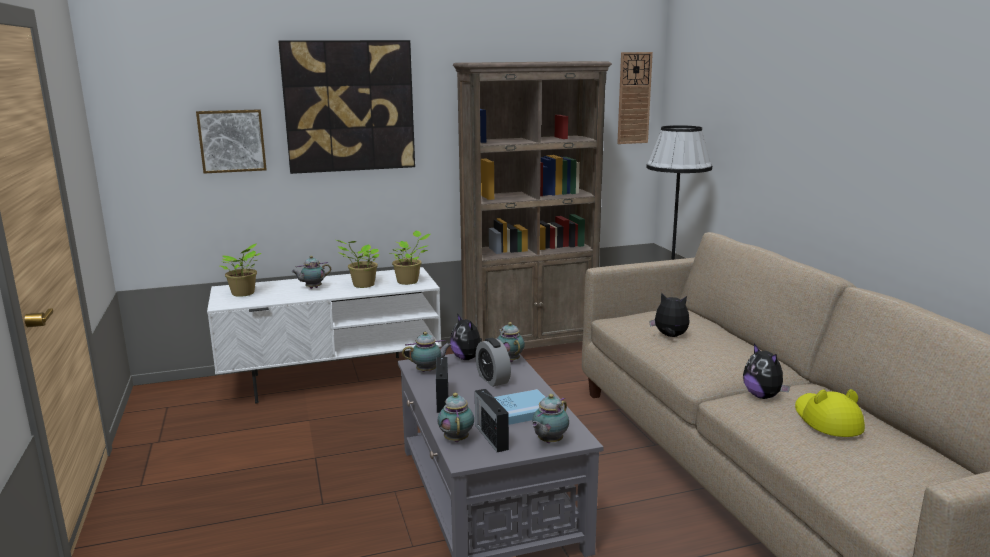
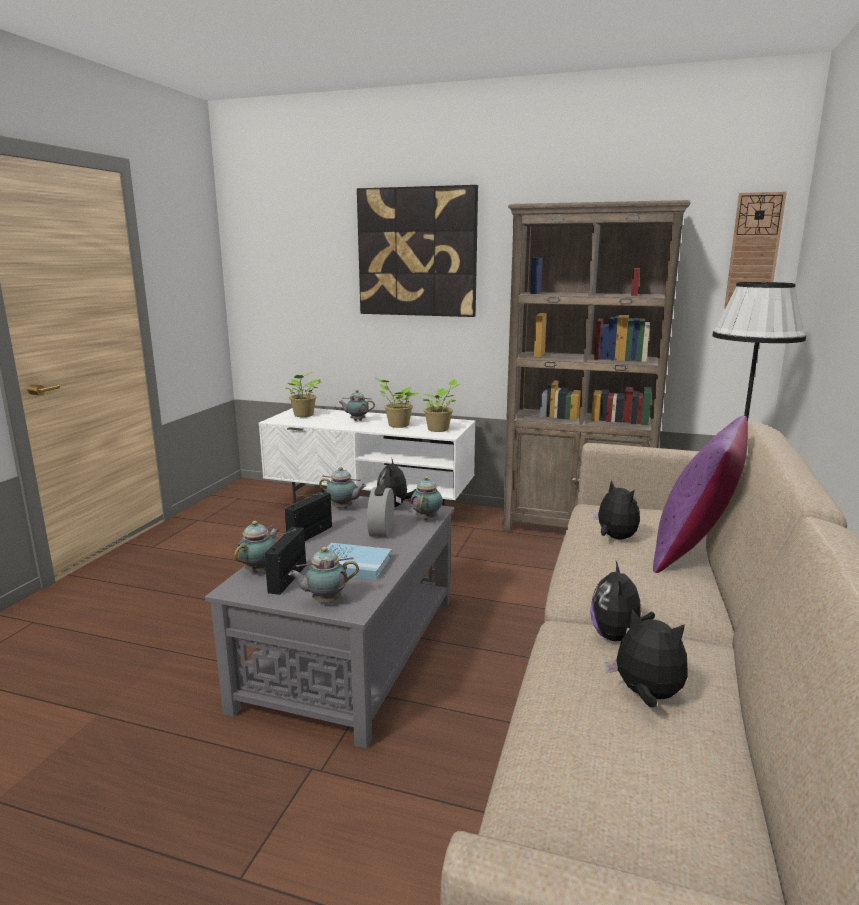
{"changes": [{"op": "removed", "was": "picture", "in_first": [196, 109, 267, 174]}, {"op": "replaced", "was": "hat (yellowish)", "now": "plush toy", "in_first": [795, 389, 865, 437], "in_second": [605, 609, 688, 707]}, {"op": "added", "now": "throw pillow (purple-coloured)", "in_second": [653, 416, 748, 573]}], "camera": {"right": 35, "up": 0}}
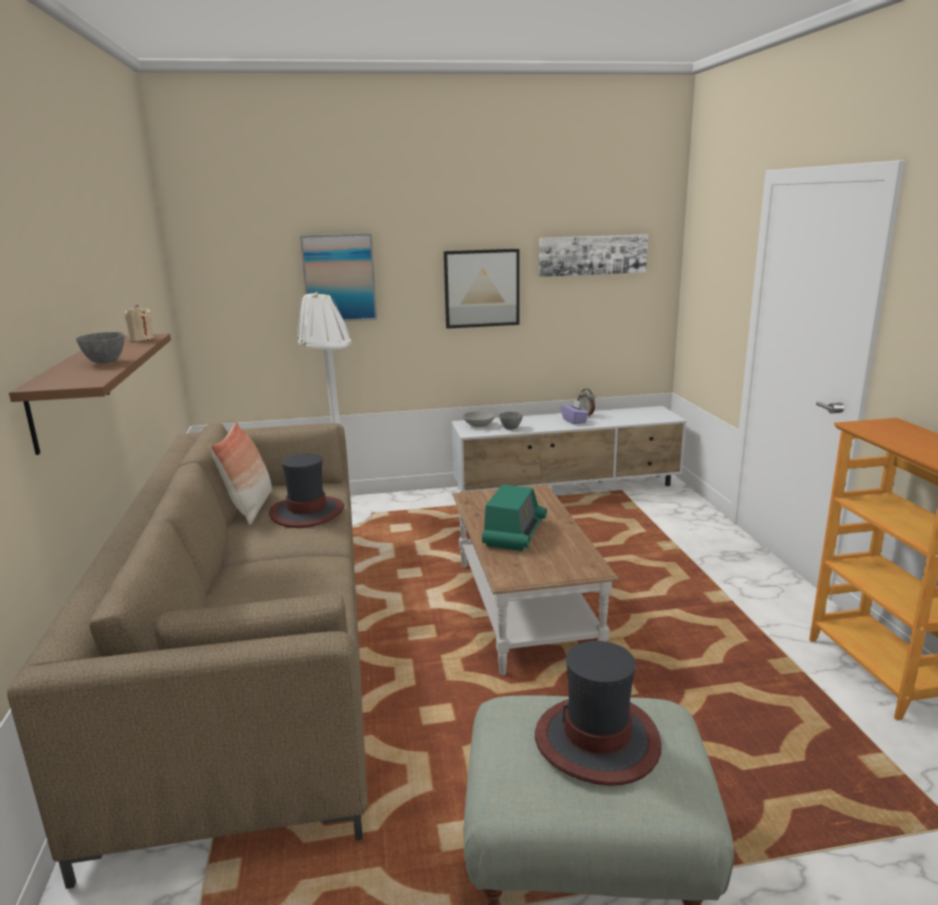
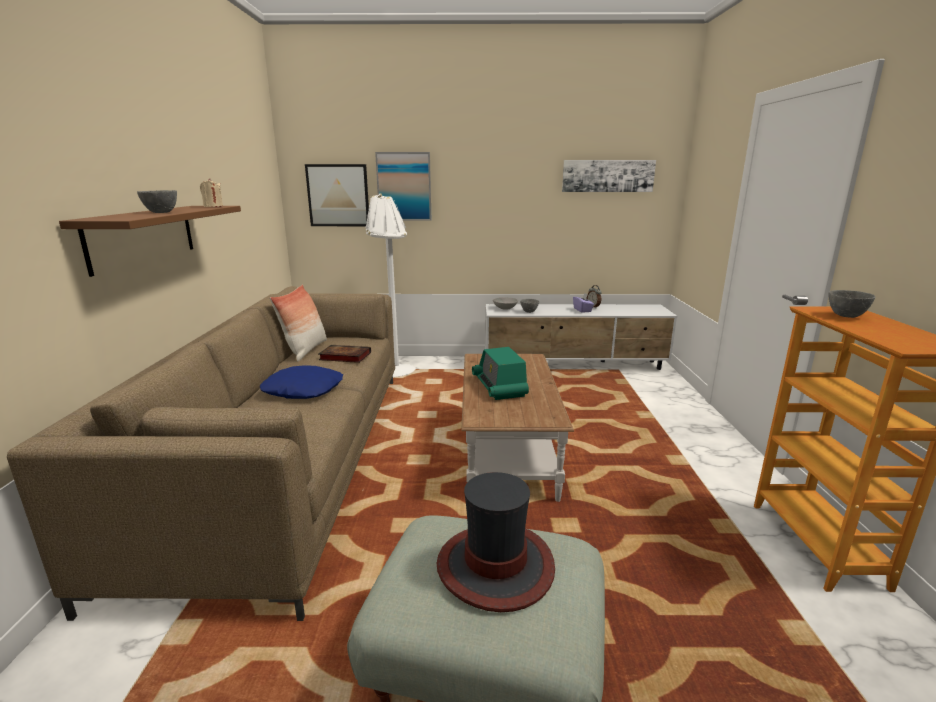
{"changes": [{"op": "moved", "was": "picture", "in_first": [444, 249, 520, 329], "in_second": [305, 164, 369, 226]}, {"op": "replaced", "was": "hat", "now": "volume", "in_first": [269, 454, 344, 528], "in_second": [319, 345, 371, 363]}, {"op": "turned", "was": "radio set", "in_first": [482, 484, 547, 551], "in_second": [472, 347, 529, 400], "clockwise": 135}, {"op": "added", "now": "serving bowl (greyish)", "in_second": [828, 290, 875, 318]}, {"op": "added", "now": "throw pillow (blue-coloured)", "in_second": [260, 366, 343, 399]}], "camera": {"right": 10, "up": 0}}
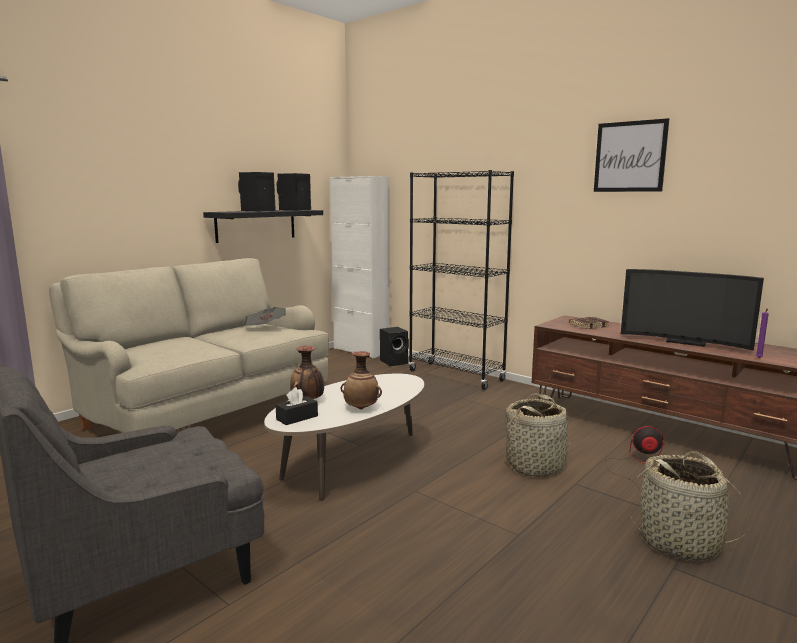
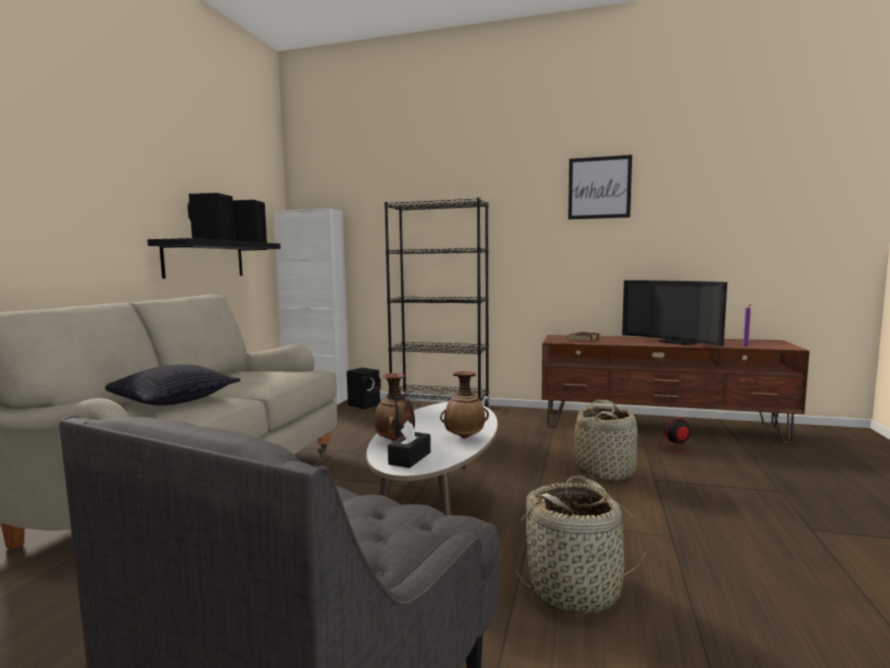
{"changes": [{"op": "turned", "was": "TV", "in_first": [621, 269, 764, 351], "in_second": [622, 280, 727, 346], "clockwise": 45}, {"op": "removed", "was": "printed paper", "in_first": [243, 307, 286, 326]}, {"op": "moved", "was": "household basket", "in_first": [630, 451, 752, 561], "in_second": [516, 475, 646, 614]}, {"op": "added", "now": "throw pillow", "in_second": [105, 364, 241, 405]}], "camera": {"right": -25, "up": -5}}
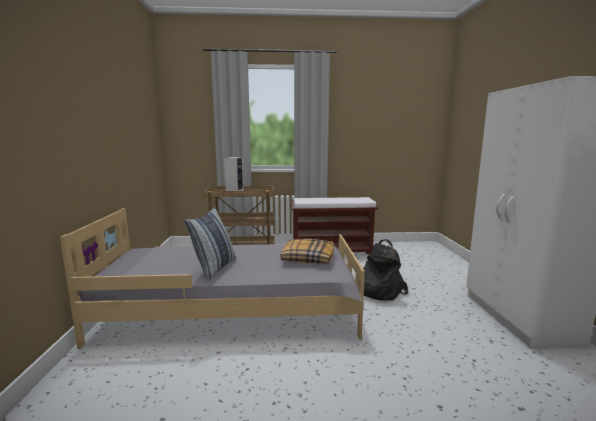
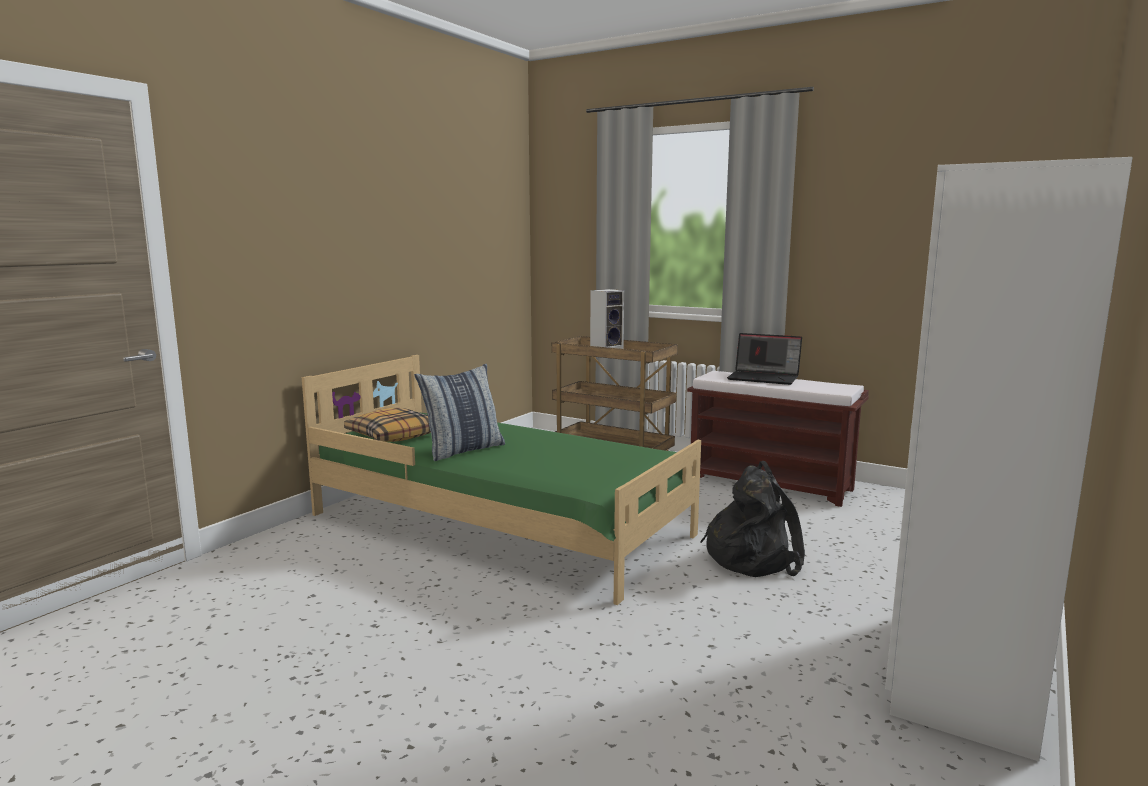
{"changes": [{"op": "recoloured", "was": "bedroom bed (greyish)", "now": "bedroom bed (green-coloured)", "in_first": [60, 208, 365, 349], "in_second": [302, 355, 701, 605]}, {"op": "moved", "was": "throw pillow", "in_first": [280, 239, 334, 264], "in_second": [344, 408, 431, 442]}, {"op": "added", "now": "portable computer", "in_second": [727, 333, 802, 385]}], "camera": {"right": 35, "up": 0}}
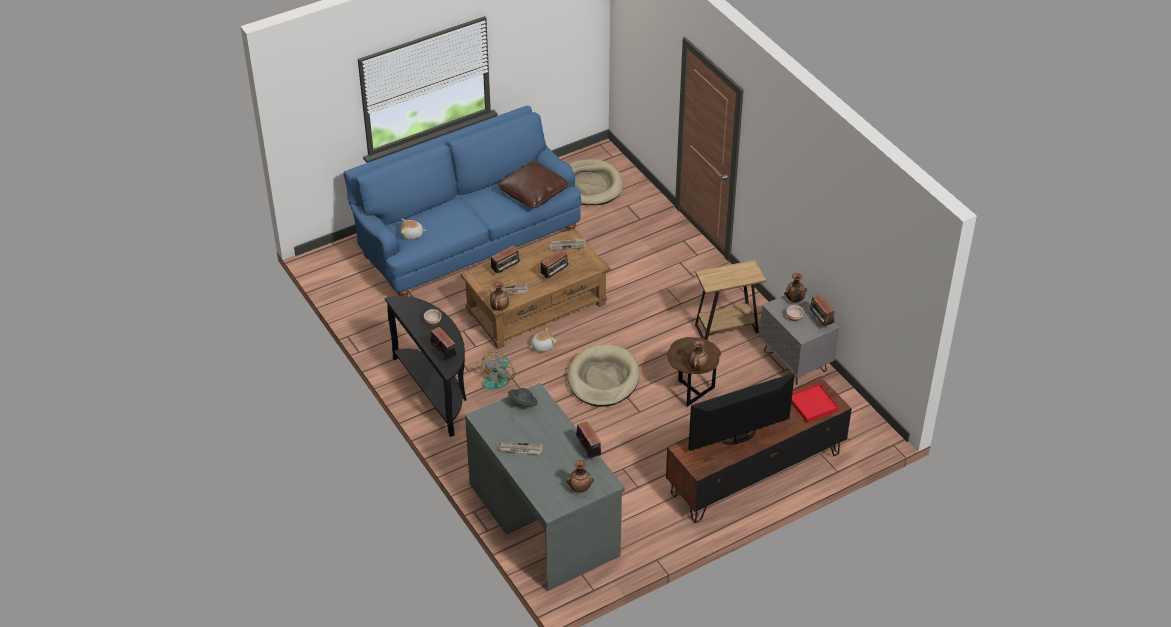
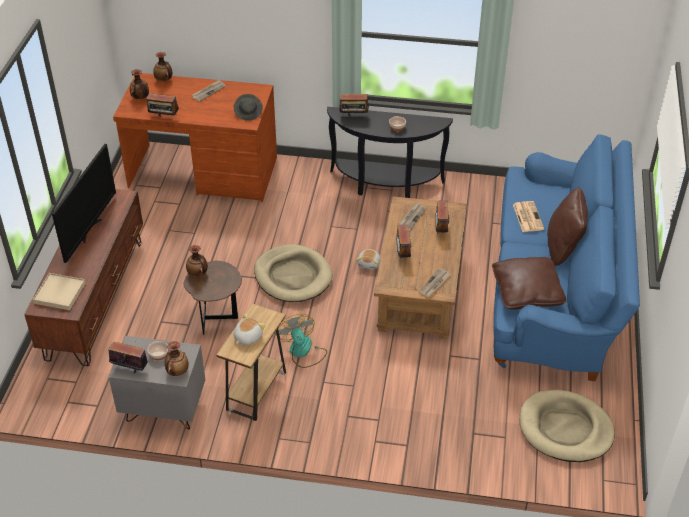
{"changes": [{"op": "moved", "was": "plush toy", "in_first": [401, 219, 427, 240], "in_second": [234, 313, 265, 345]}, {"op": "moved", "was": "decorative vase", "in_first": [490, 282, 509, 311], "in_second": [153, 52, 172, 81]}, {"op": "moved", "was": "cooling fan", "in_first": [481, 352, 515, 389], "in_second": [276, 314, 327, 368]}, {"op": "recoloured", "was": "desk unit (greyish)", "now": "desk unit (brown-coloured)", "in_first": [465, 383, 625, 591], "in_second": [113, 73, 277, 202]}, {"op": "recoloured", "was": "carrying tray (red-coloured)", "now": "carrying tray (sand-coloured)", "in_first": [791, 384, 838, 423], "in_second": [32, 273, 86, 310]}, {"op": "added", "now": "throw pillow (brown-coloured)", "in_second": [547, 187, 588, 266]}, {"op": "added", "now": "printed paper", "in_second": [513, 201, 544, 232]}], "camera": {"right": 130, "up": 0}}
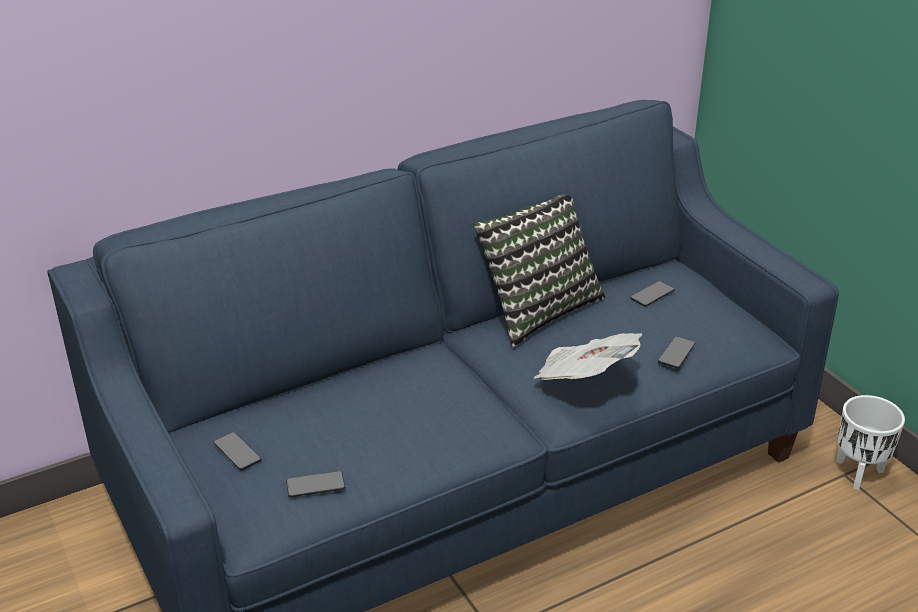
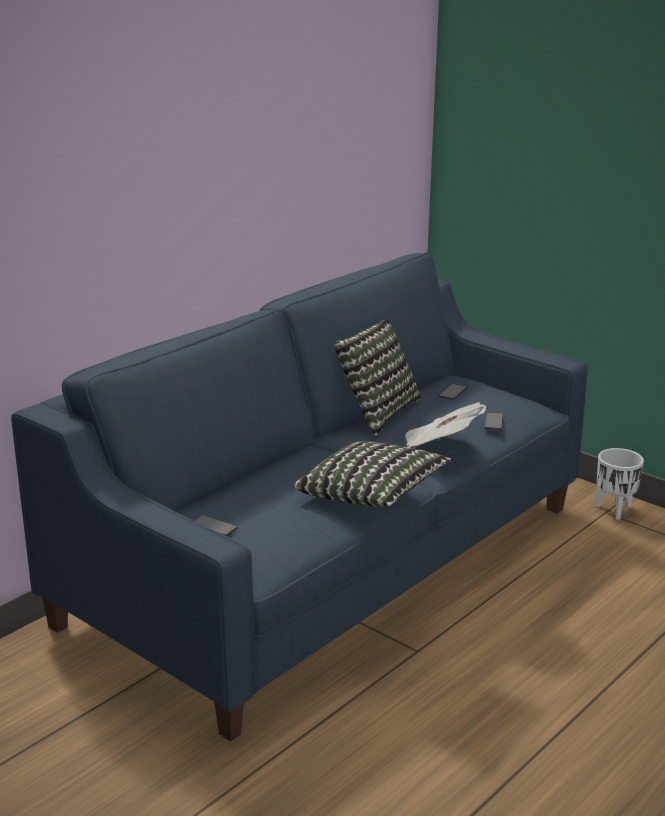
{"changes": [{"op": "removed", "was": "telephone", "in_first": [286, 471, 345, 497]}, {"op": "added", "now": "throw pillow", "in_second": [293, 441, 451, 507]}], "camera": {"right": -20, "up": -10}}
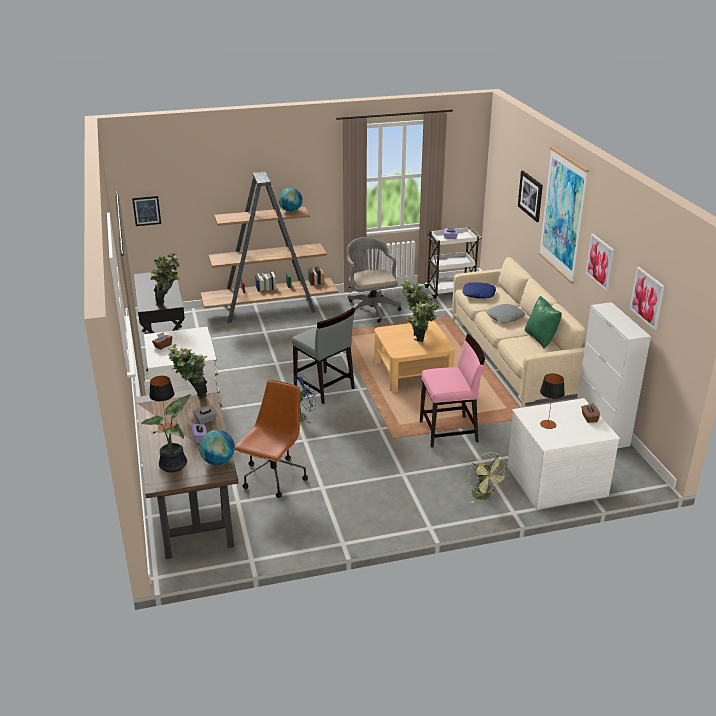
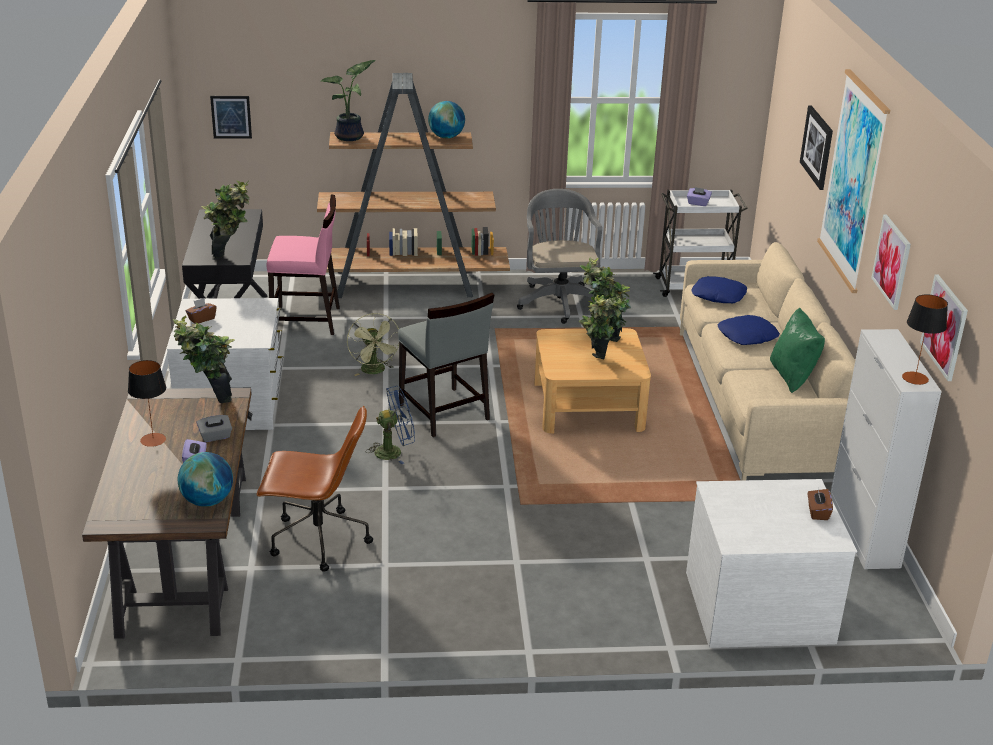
{"changes": [{"op": "recoloured", "was": "throw pillow (greyish)", "now": "throw pillow (blue-coloured)", "in_first": [486, 304, 525, 323], "in_second": [718, 315, 780, 345]}, {"op": "moved", "was": "upright chair (pinkish)", "in_first": [420, 334, 485, 448], "in_second": [266, 194, 340, 335]}, {"op": "moved", "was": "lamp for a table", "in_first": [540, 374, 565, 429], "in_second": [902, 294, 948, 385]}, {"op": "turned", "was": "desk chair (brown-coloured)", "in_first": [235, 380, 308, 498], "in_second": [256, 406, 373, 572], "clockwise": 60}, {"op": "moved", "was": "plant in a pot", "in_first": [141, 394, 192, 472], "in_second": [321, 60, 376, 141]}, {"op": "moved", "was": "cooling fan (green-coloured)", "in_first": [468, 452, 509, 504], "in_second": [347, 313, 399, 376]}], "camera": {"right": 10, "up": 0}}
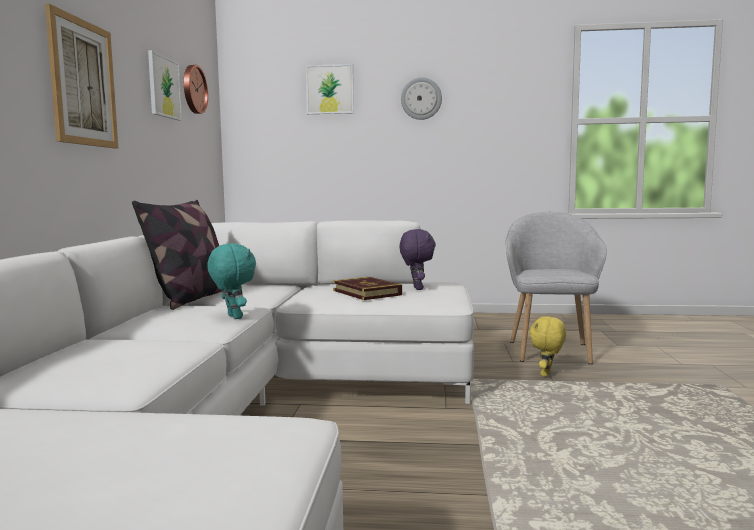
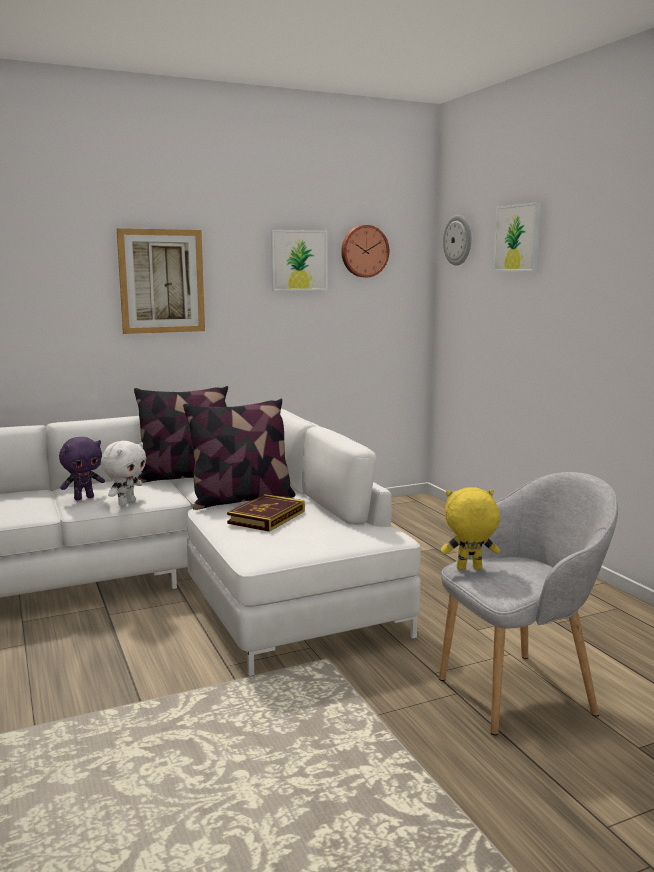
{"changes": [{"op": "moved", "was": "hanging clock", "in_first": [401, 77, 442, 120], "in_second": [443, 215, 471, 266]}, {"op": "moved", "was": "plush toy (purple-coloured)", "in_first": [400, 229, 436, 290], "in_second": [59, 437, 105, 500]}, {"op": "recoloured", "was": "plush toy (blue-green)", "now": "plush toy (whitish)", "in_first": [207, 243, 256, 319], "in_second": [101, 441, 146, 506]}, {"op": "moved", "was": "plush toy (yellowish)", "in_first": [529, 317, 566, 377], "in_second": [441, 487, 500, 570]}, {"op": "added", "now": "throw pillow", "in_second": [183, 399, 296, 510]}], "camera": {"right": 60, "up": 5}}
